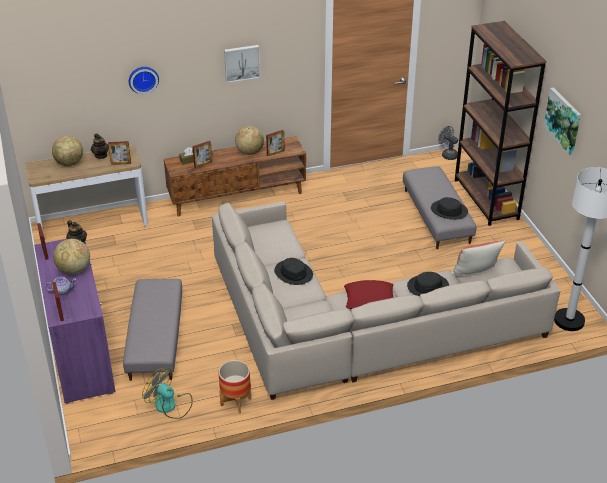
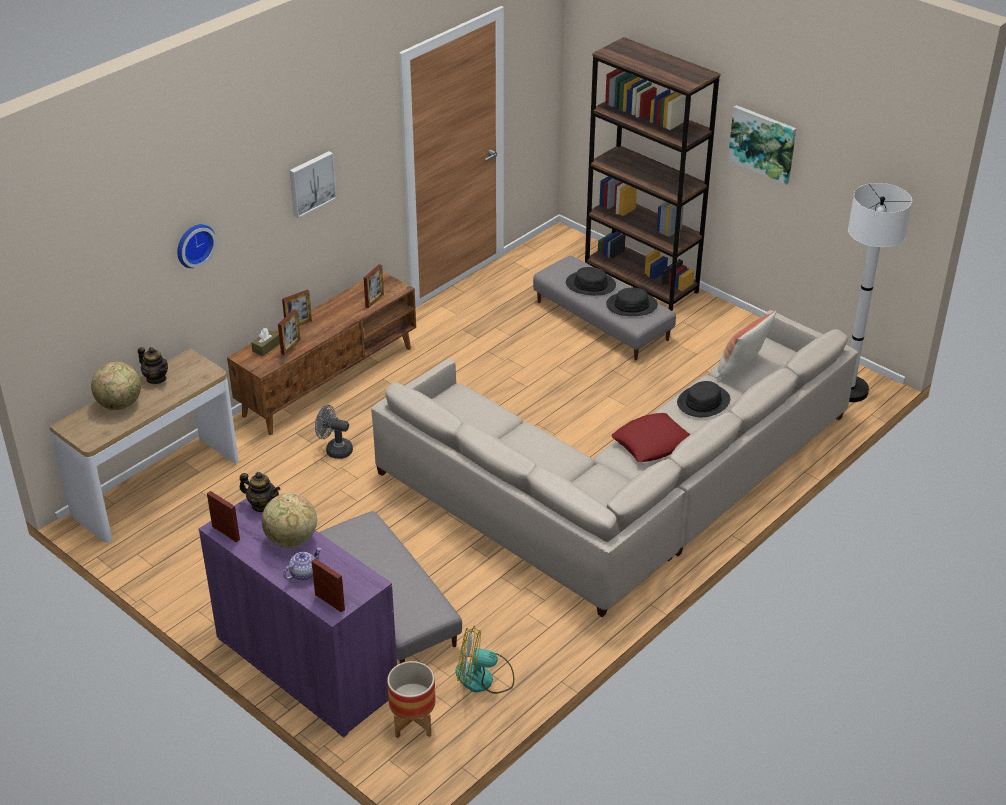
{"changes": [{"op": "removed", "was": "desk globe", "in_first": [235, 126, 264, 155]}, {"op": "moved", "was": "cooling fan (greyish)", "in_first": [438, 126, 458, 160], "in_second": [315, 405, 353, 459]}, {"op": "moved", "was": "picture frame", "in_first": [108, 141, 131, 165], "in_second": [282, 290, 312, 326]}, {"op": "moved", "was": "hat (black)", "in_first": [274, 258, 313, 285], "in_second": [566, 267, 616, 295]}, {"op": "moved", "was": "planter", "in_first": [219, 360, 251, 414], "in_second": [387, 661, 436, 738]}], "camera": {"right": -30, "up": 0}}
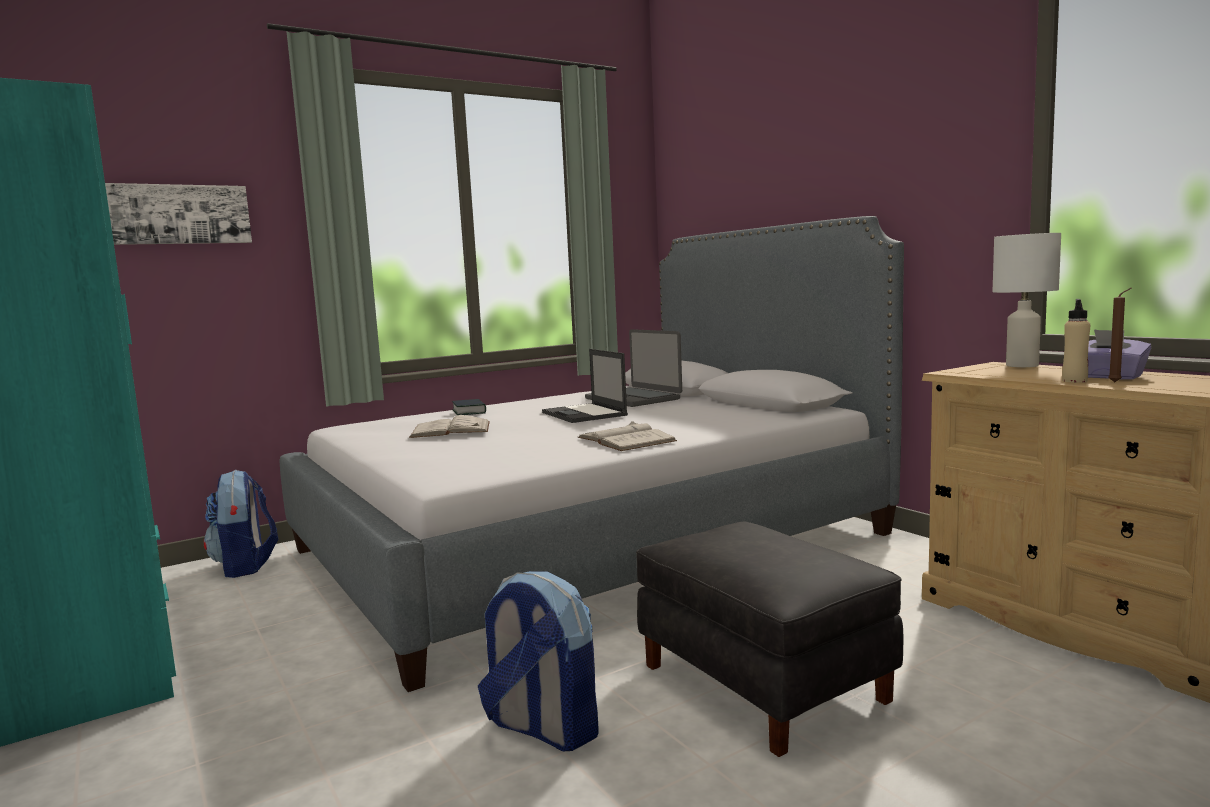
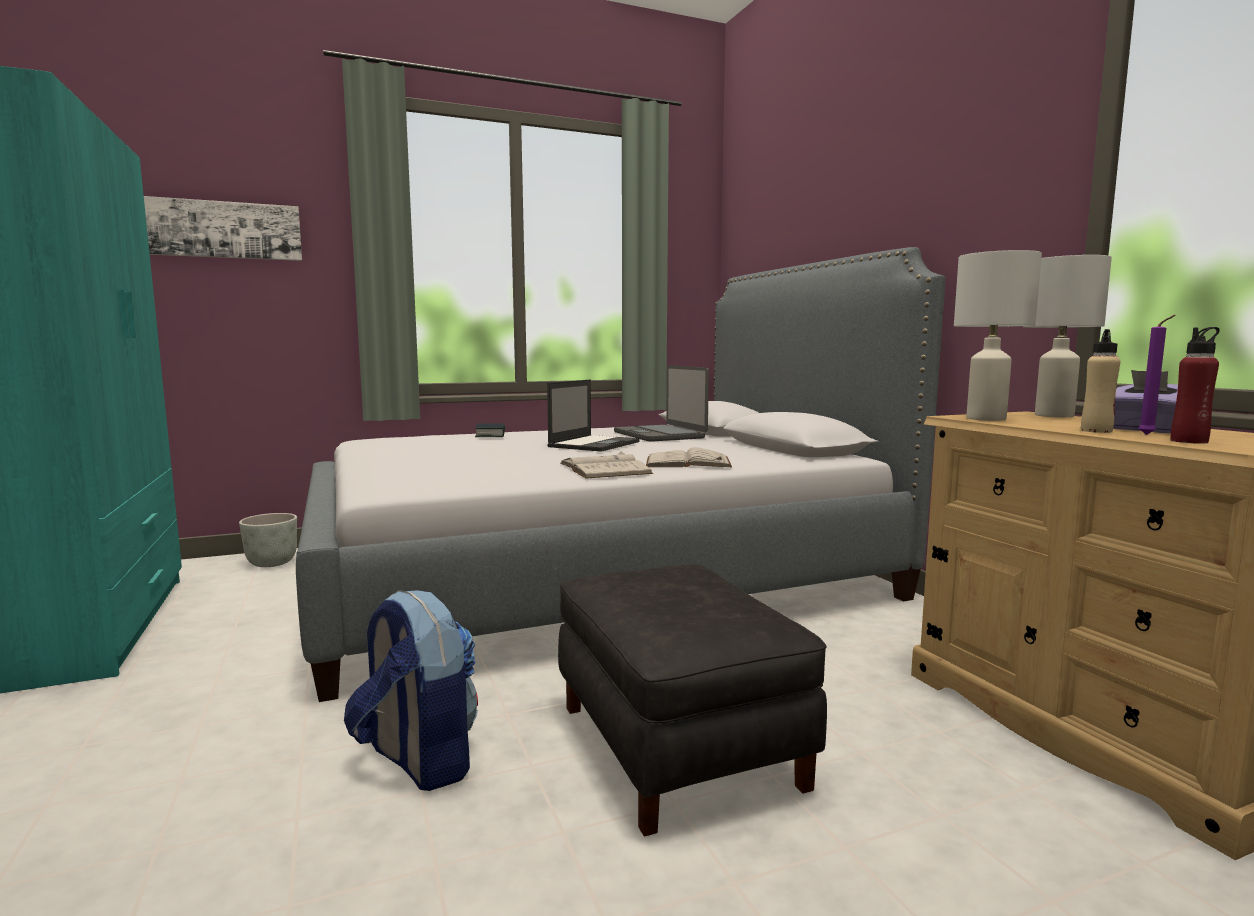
{"changes": [{"op": "recoloured", "was": "wax candle (brown-coloured)", "now": "wax candle (purple-coloured)", "in_first": [1108, 288, 1132, 382], "in_second": [1139, 315, 1176, 435]}, {"op": "turned", "was": "portable computer", "in_first": [542, 349, 628, 423], "in_second": [547, 379, 640, 452], "clockwise": -135}, {"op": "moved", "was": "volume (whitish)", "in_first": [409, 415, 490, 438], "in_second": [646, 447, 732, 467]}, {"op": "replaced", "was": "rucksack", "now": "planter (greyish)", "in_first": [204, 470, 278, 578], "in_second": [239, 513, 297, 567]}, {"op": "added", "now": "lamp for a table (whitish)", "in_second": [954, 250, 1042, 421]}, {"op": "added", "now": "drink bottle (red-coloured)", "in_second": [1171, 327, 1220, 444]}], "camera": {"right": 10, "up": 0}}
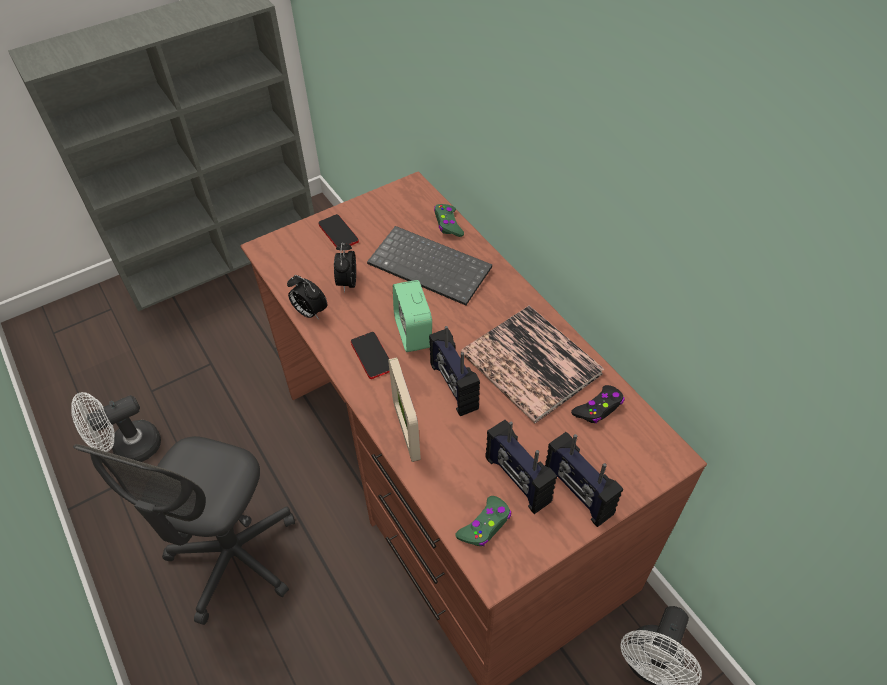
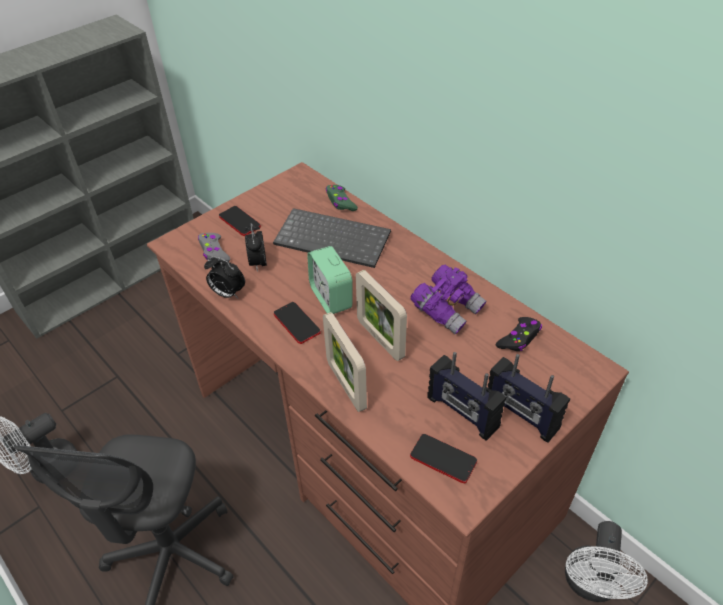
{"changes": [{"op": "replaced", "was": "volume", "now": "binoculars (purple-coloured)", "in_first": [461, 306, 604, 423], "in_second": [411, 265, 487, 334]}, {"op": "replaced", "was": "radio set", "now": "picture frame", "in_first": [429, 326, 480, 416], "in_second": [356, 270, 407, 361]}, {"op": "replaced", "was": "joypad (green-coloured)", "now": "telephone", "in_first": [455, 496, 512, 546], "in_second": [410, 434, 477, 483]}, {"op": "added", "now": "joypad (greyish)", "in_second": [198, 233, 230, 262]}], "camera": {"right": -10, "up": -5}}
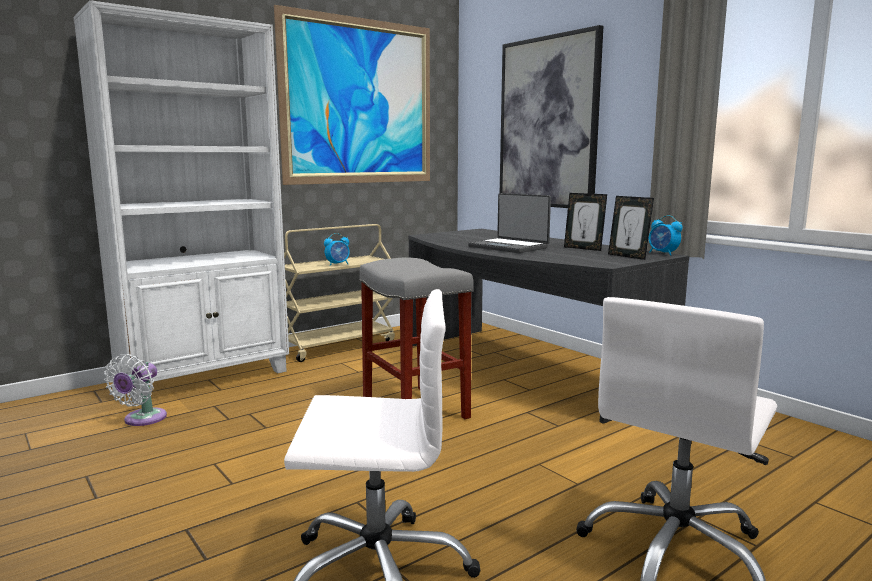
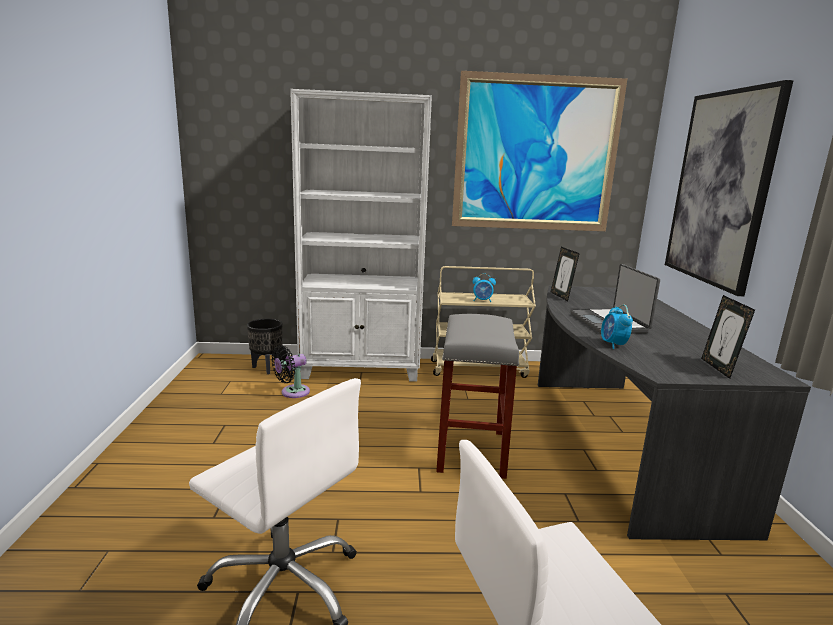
{"changes": [{"op": "moved", "was": "picture frame", "in_first": [564, 193, 607, 251], "in_second": [551, 247, 580, 301]}, {"op": "moved", "was": "table clock", "in_first": [649, 215, 683, 256], "in_second": [601, 305, 633, 349]}, {"op": "recoloured", "was": "cooling fan (whitish)", "now": "cooling fan (black)", "in_first": [104, 354, 167, 426], "in_second": [272, 345, 310, 398]}, {"op": "added", "now": "planter (black)", "in_second": [247, 319, 283, 375]}], "camera": {"right": 35, "up": 5}}
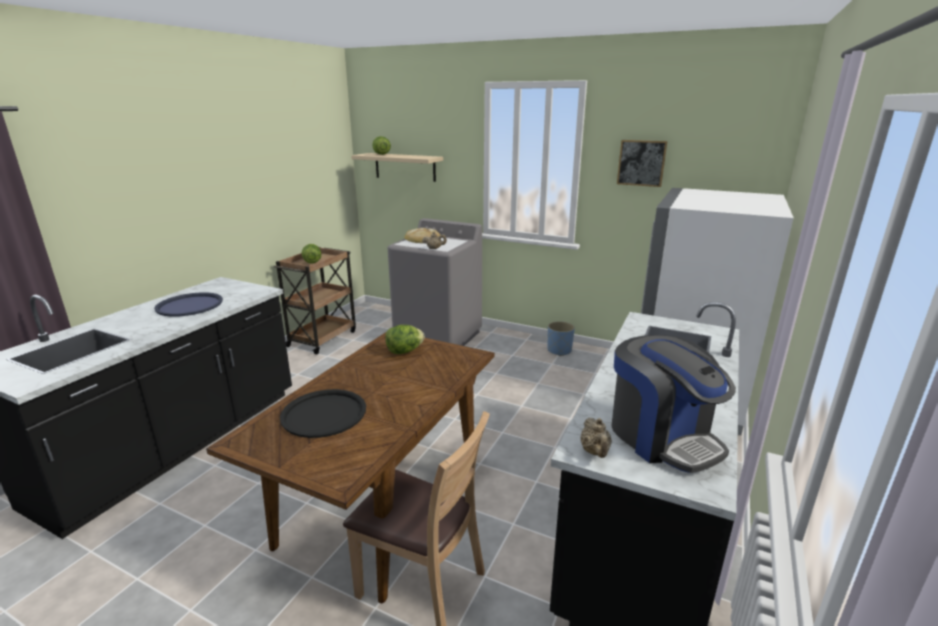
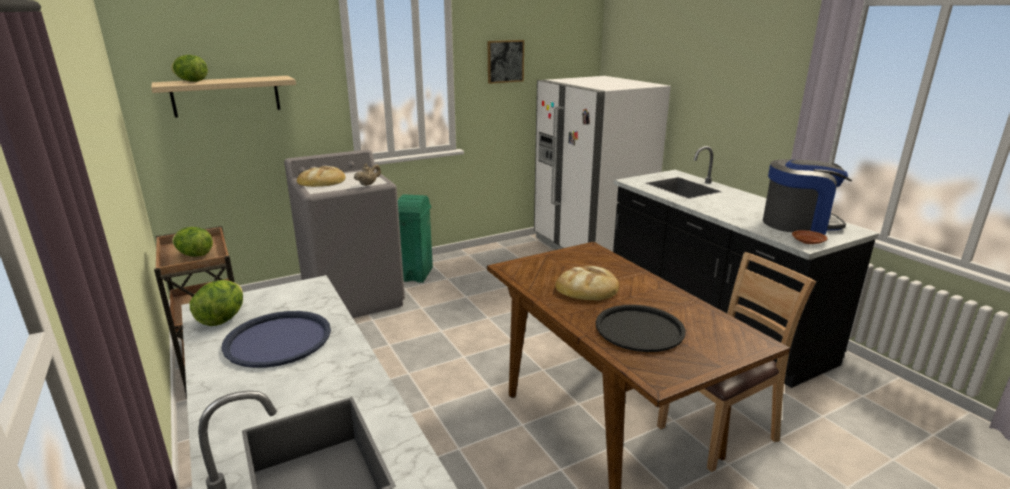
{"changes": [{"op": "removed", "was": "planter (blue-coloured)", "in_first": [548, 321, 575, 356]}, {"op": "moved", "was": "lettuce head", "in_first": [385, 325, 425, 354], "in_second": [190, 280, 243, 326]}, {"op": "replaced", "was": "tea pot (sand-coloured)", "now": "dinner plate (brown-coloured)", "in_first": [580, 417, 612, 458], "in_second": [792, 230, 827, 244]}, {"op": "added", "now": "trash can (green-coloured)", "in_second": [398, 195, 433, 283]}, {"op": "added", "now": "baked bread", "in_second": [555, 266, 619, 300]}], "camera": {"right": -55, "up": 0}}
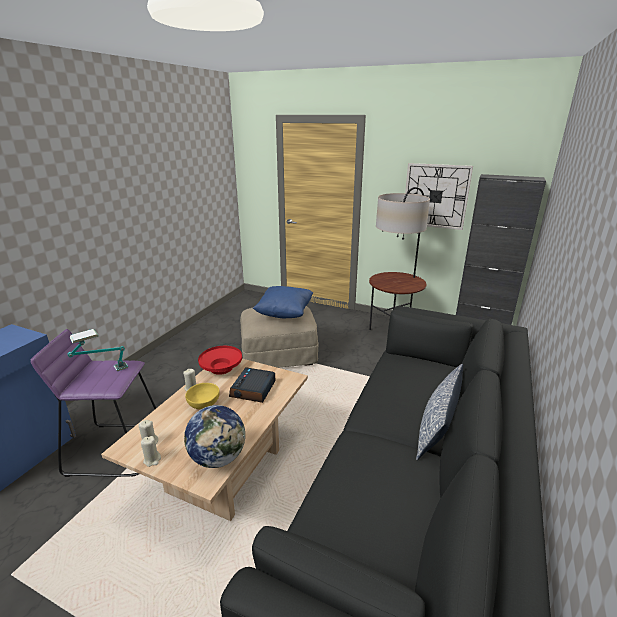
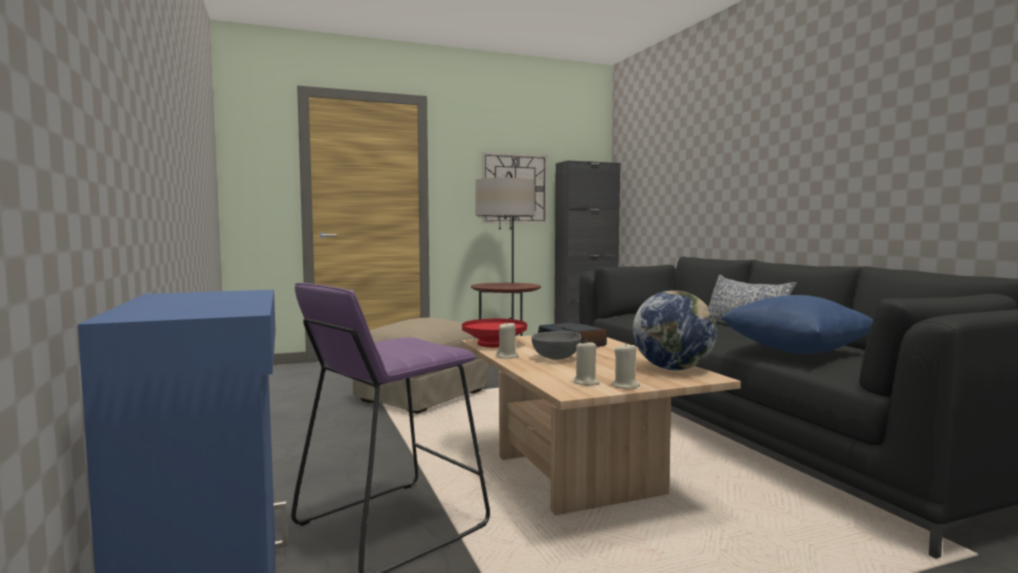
{"changes": [{"op": "moved", "was": "throw pillow (blue-coloured)", "in_first": [253, 286, 314, 318], "in_second": [721, 295, 873, 354]}, {"op": "removed", "was": "lamp for a table", "in_first": [67, 329, 128, 371]}, {"op": "recoloured", "was": "serving bowl (yellowish)", "now": "serving bowl (greyish)", "in_first": [185, 383, 220, 409], "in_second": [532, 331, 581, 360]}], "camera": {"right": -45, "up": -20}}
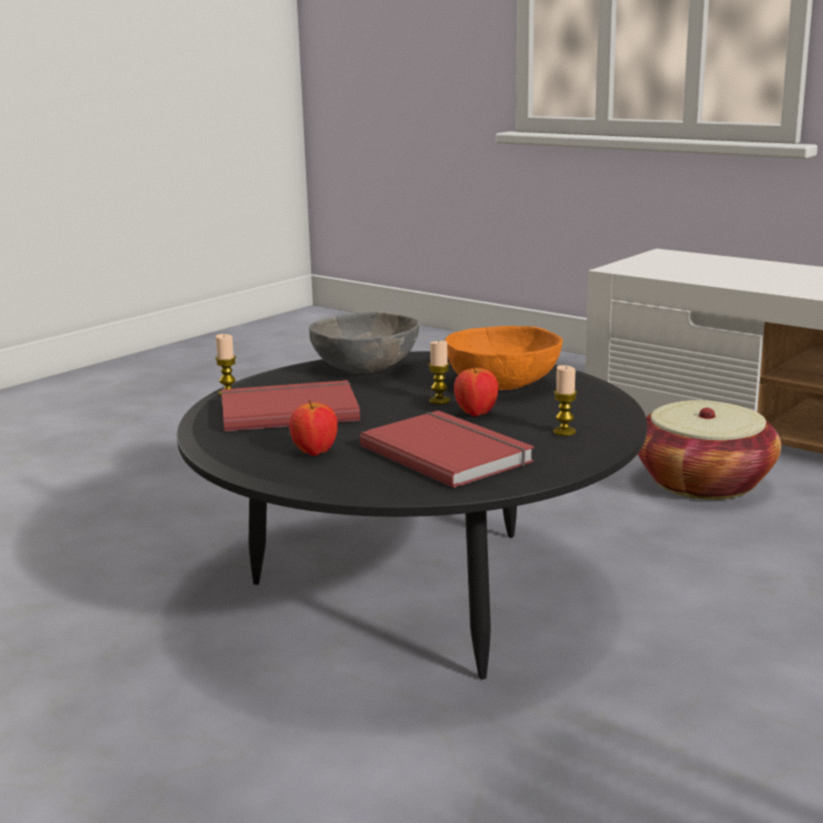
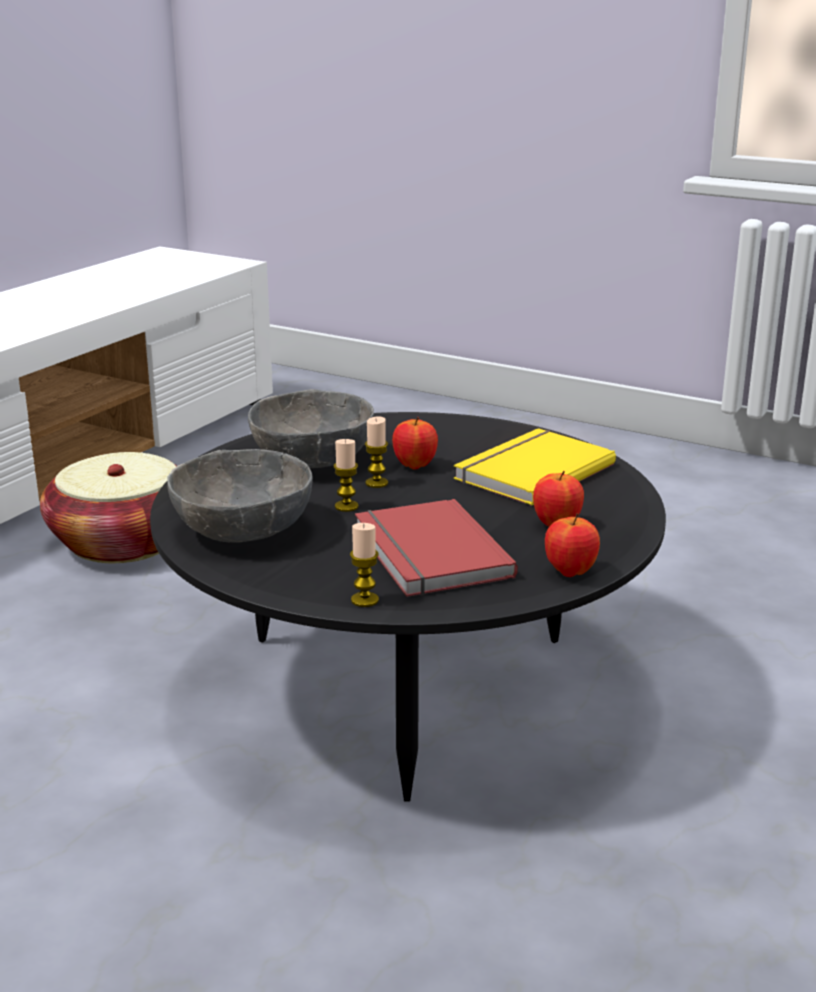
{"changes": [{"op": "recoloured", "was": "serving bowl (orangey)", "now": "serving bowl (greyish)", "in_first": [445, 326, 563, 390], "in_second": [248, 389, 374, 468]}, {"op": "moved", "was": "wax candle", "in_first": [553, 365, 577, 436], "in_second": [333, 439, 359, 512]}, {"op": "recoloured", "was": "volume (red-coloured)", "now": "volume (yellowish)", "in_first": [360, 410, 534, 488], "in_second": [454, 428, 616, 506]}, {"op": "added", "now": "apple fruit", "in_second": [545, 513, 600, 577]}], "camera": {"right": -100, "up": 5}}
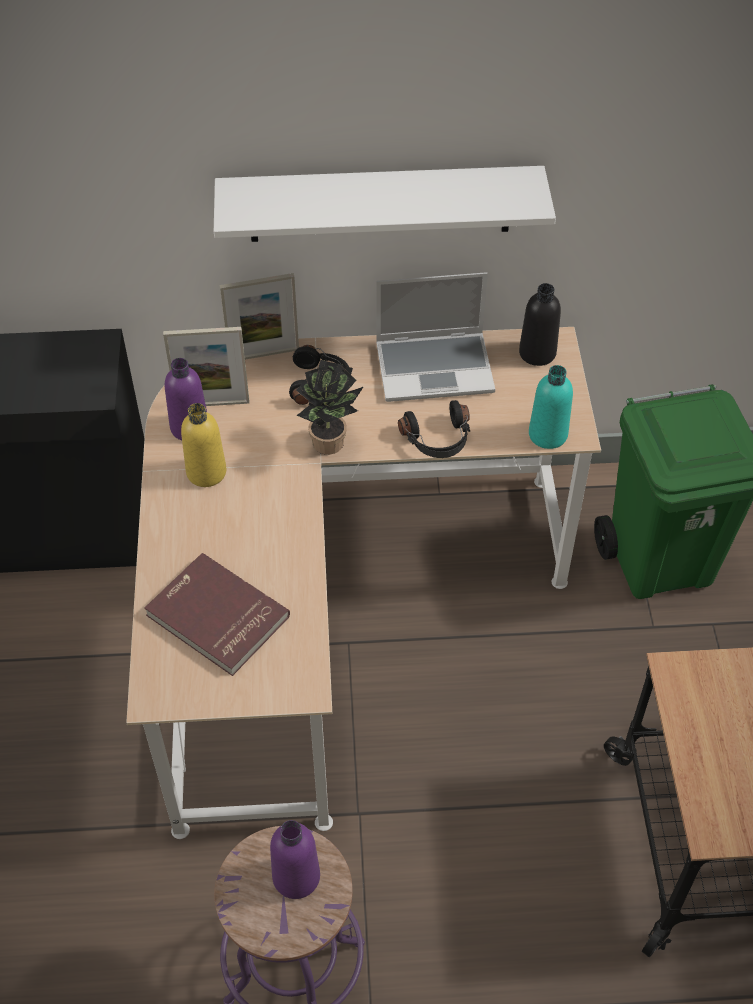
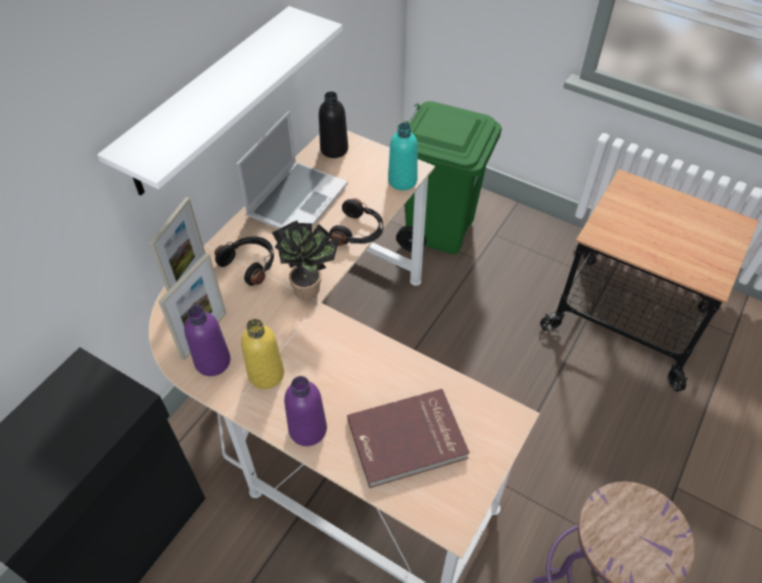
{"changes": [{"op": "moved", "was": "drink bottle (purple-coloured)", "in_first": [270, 820, 320, 899], "in_second": [284, 376, 327, 446]}], "camera": {"right": -55, "up": 0}}
